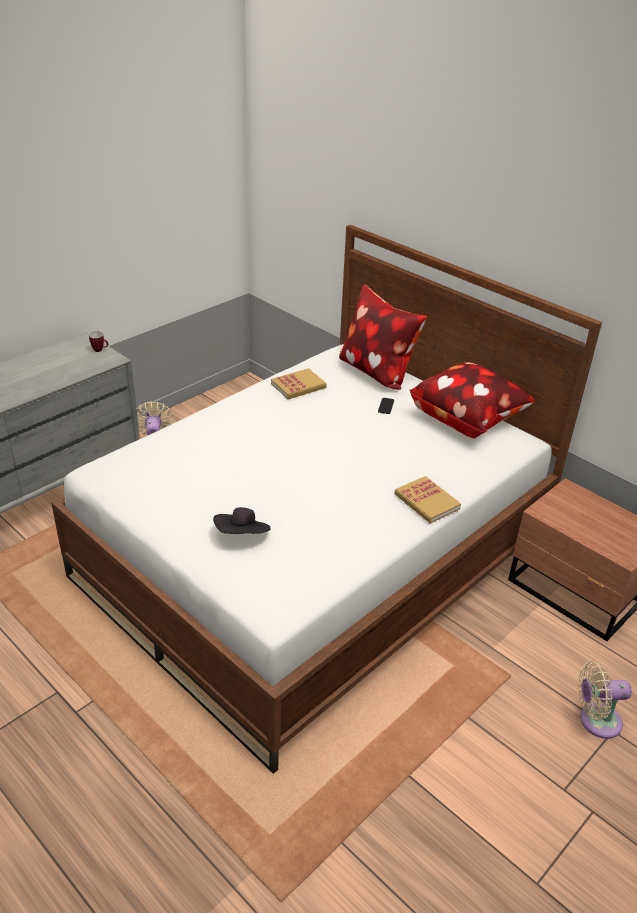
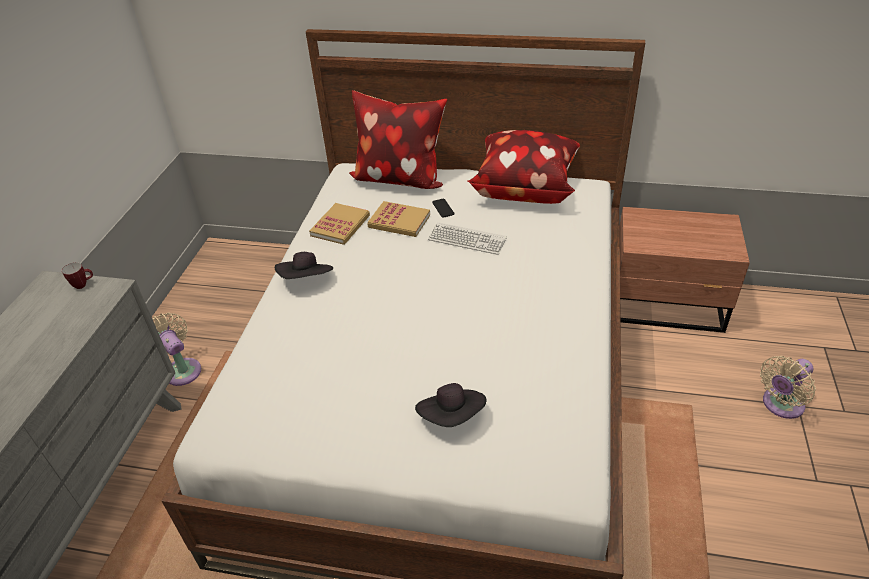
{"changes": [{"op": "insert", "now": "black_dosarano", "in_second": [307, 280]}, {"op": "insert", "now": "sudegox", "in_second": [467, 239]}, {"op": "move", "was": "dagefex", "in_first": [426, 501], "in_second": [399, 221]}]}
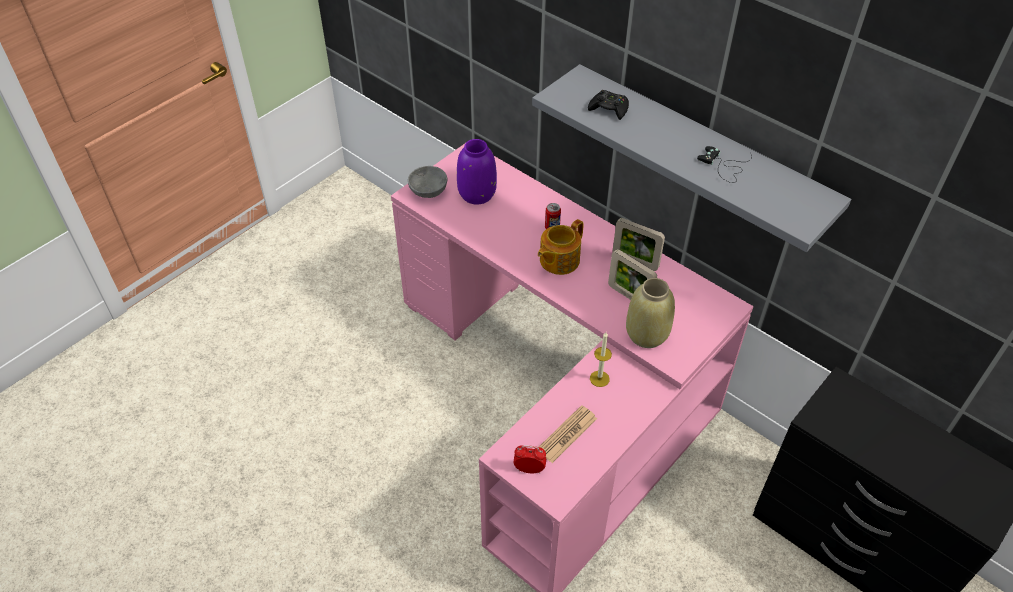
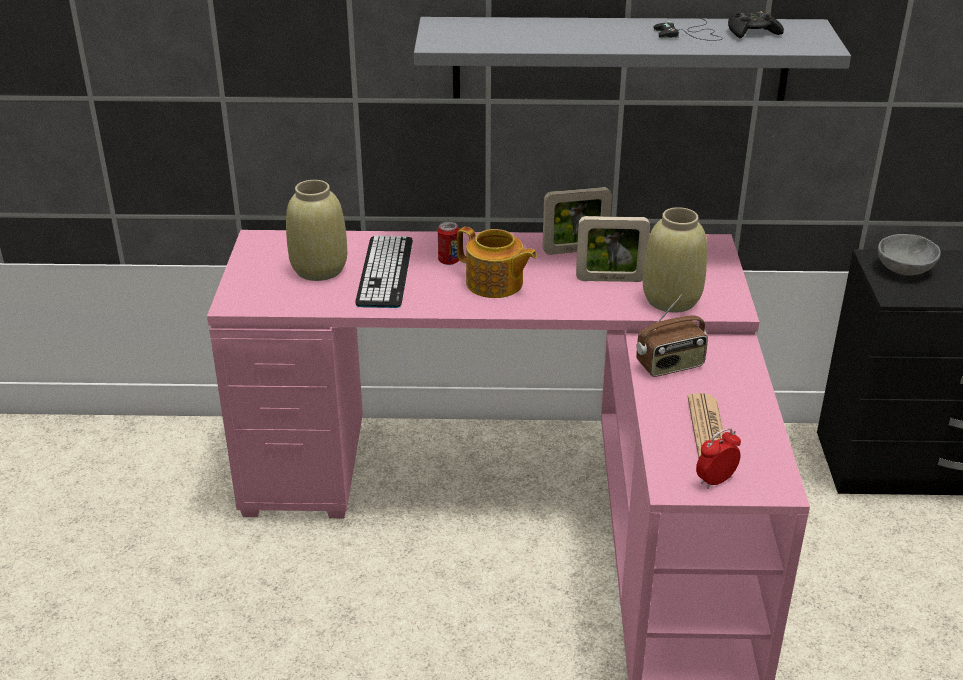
{"changes": [{"op": "insert", "now": "sudegox", "in_second": [385, 272]}, {"op": "move", "was": "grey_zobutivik", "in_first": [428, 191], "in_second": [905, 270]}, {"op": "move", "was": "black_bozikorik", "in_first": [609, 109], "in_second": [752, 32]}, {"op": "replace", "was": "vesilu", "now": "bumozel", "in_first": [599, 378], "in_second": [670, 366]}, {"op": "recolor", "was": "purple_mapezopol", "now": "beige_mapezopol", "in_first": [476, 194], "in_second": [318, 269]}, {"op": "rotate", "was": "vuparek", "in_first": [558, 260], "in_second": [495, 284], "clockwise": -60}]}
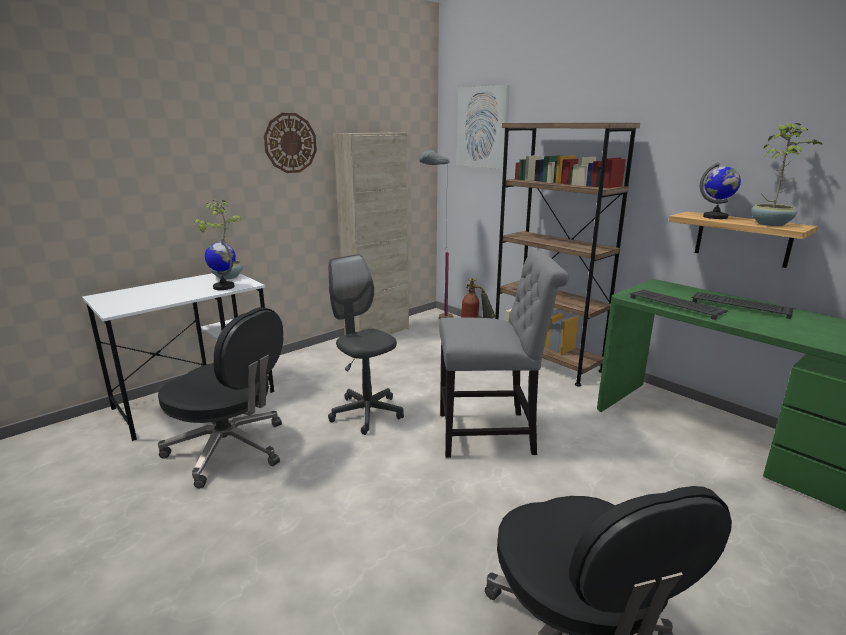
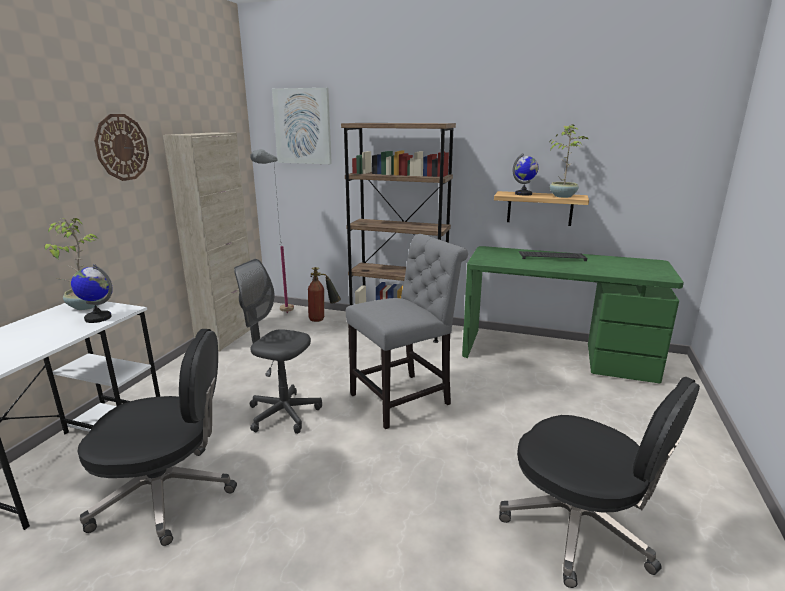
{"changes": [{"op": "delete", "was": "sudegox", "in_first": [677, 305]}]}
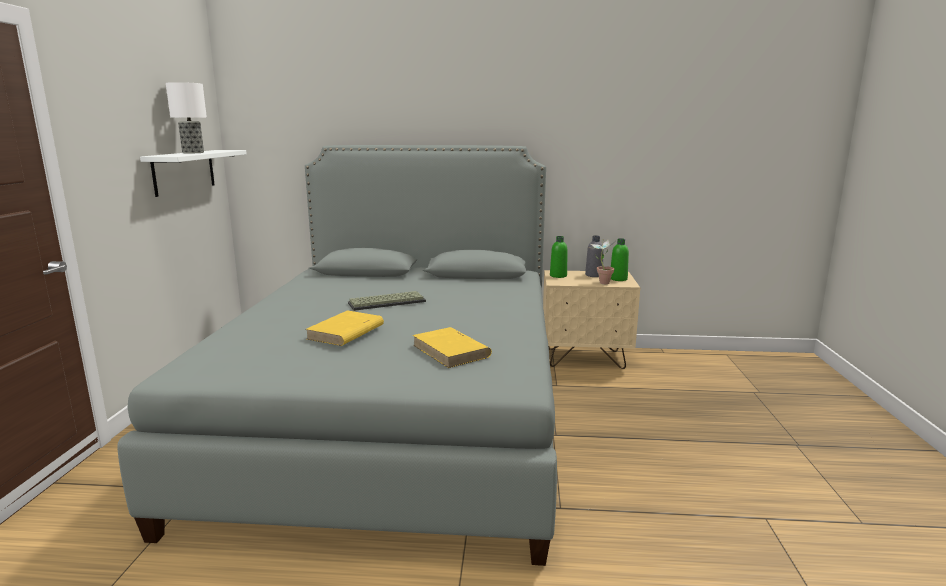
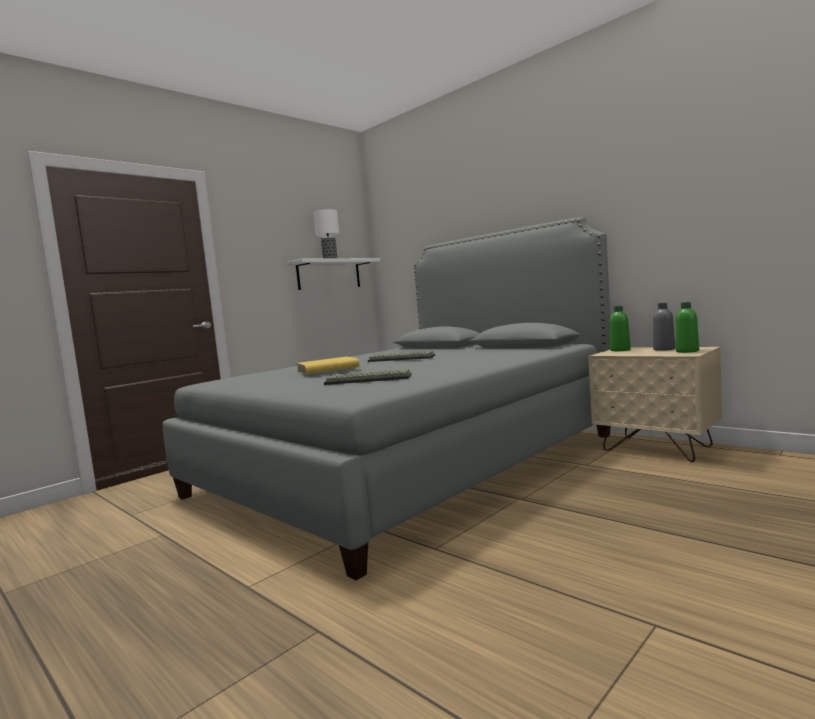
{"changes": [{"op": "delete", "was": "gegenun", "in_first": [600, 282]}, {"op": "replace", "was": "yellow_dagefex", "now": "sudegox", "in_first": [451, 351], "in_second": [367, 379]}]}
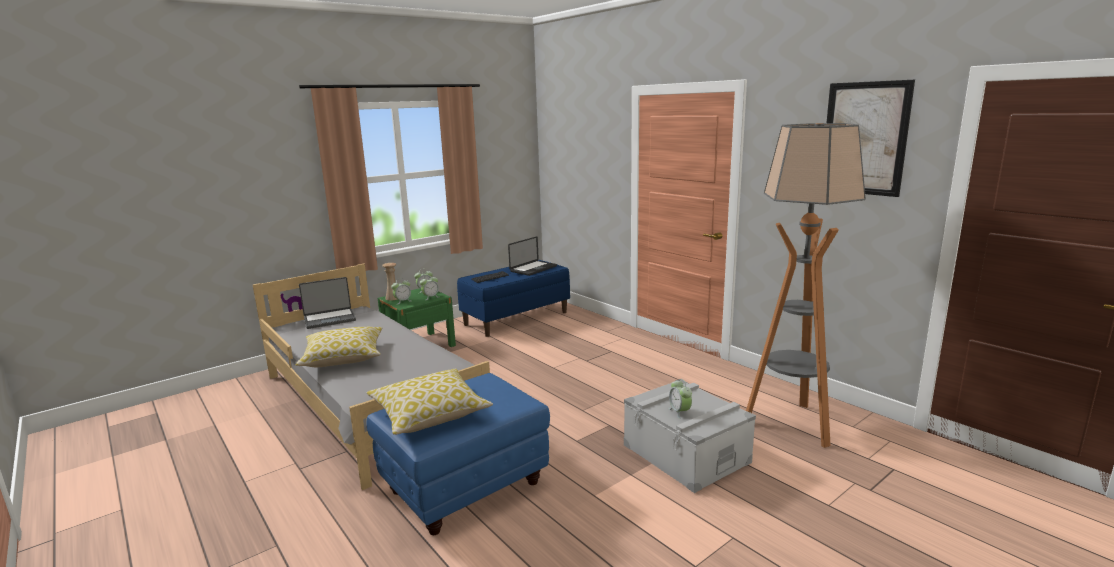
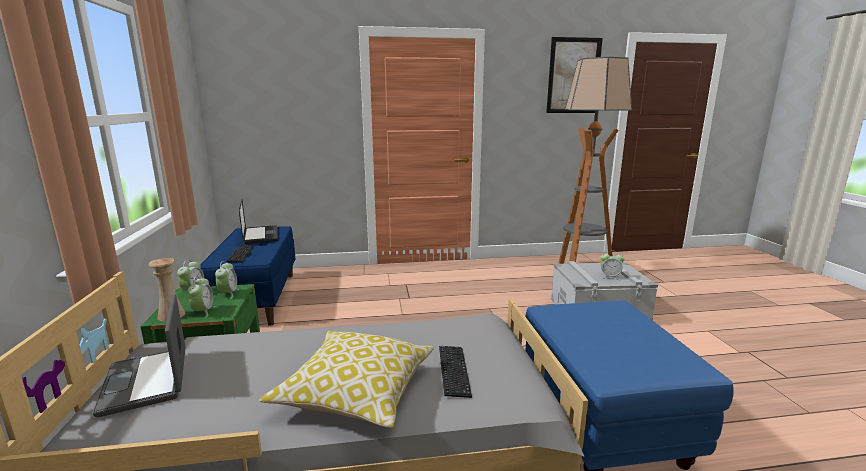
{"changes": [{"op": "delete", "was": "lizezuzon", "in_first": [430, 414]}, {"op": "insert", "now": "sudegox", "in_second": [454, 372]}, {"op": "rotate", "was": "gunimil", "in_first": [330, 319], "in_second": [148, 381], "clockwise": 150}]}
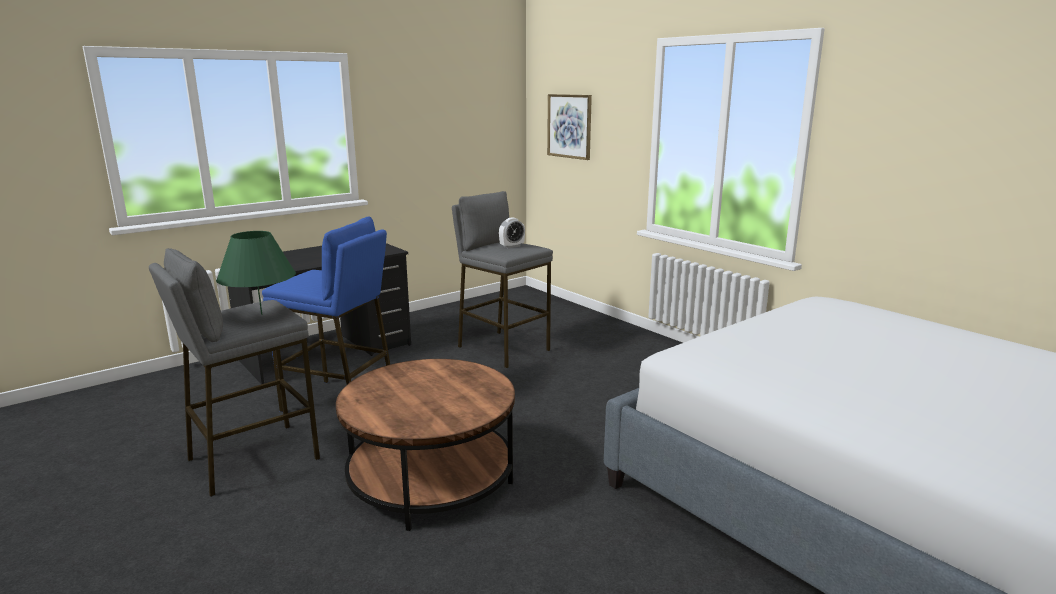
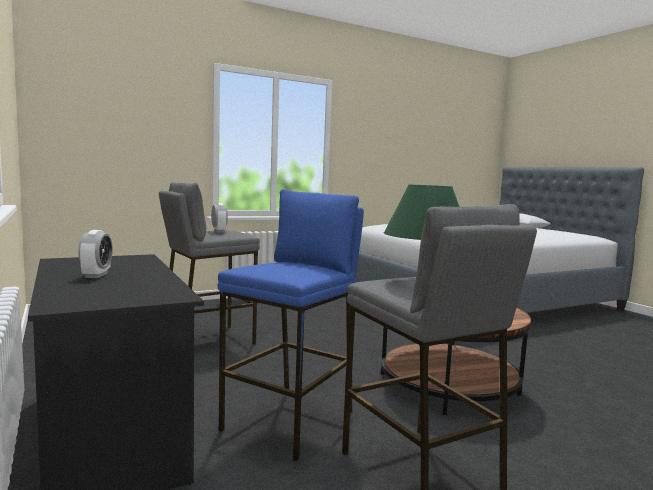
{"changes": [{"op": "delete", "was": "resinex", "in_first": [569, 126]}, {"op": "insert", "now": "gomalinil", "in_second": [96, 275]}]}
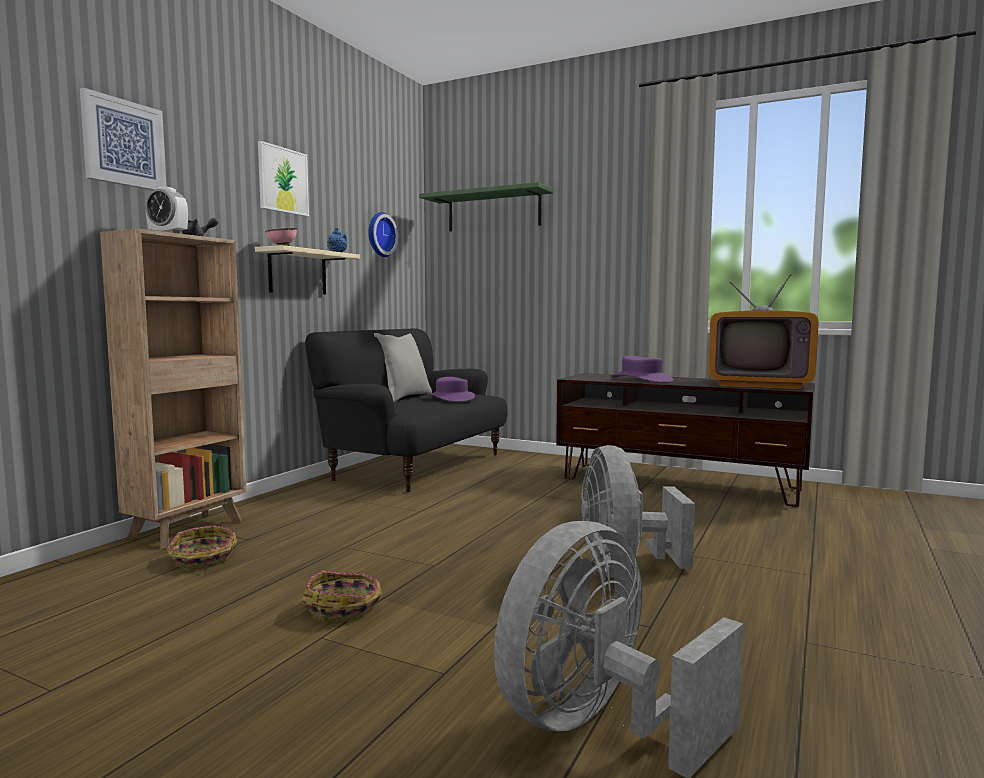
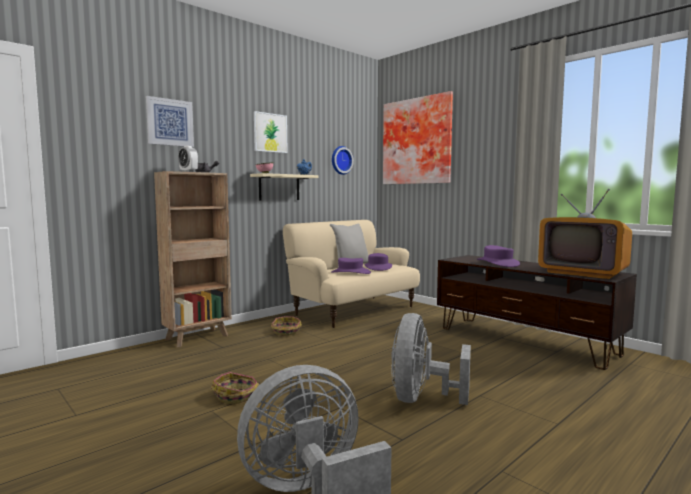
{"changes": [{"op": "insert", "now": "purple_dosarano", "in_second": [350, 272]}, {"op": "move", "was": "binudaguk", "in_first": [203, 560], "in_second": [286, 332]}, {"op": "replace", "was": "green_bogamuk", "now": "resinex", "in_first": [494, 211], "in_second": [418, 141]}, {"op": "recolor", "was": "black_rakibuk", "now": "beige_rakibuk", "in_first": [416, 467], "in_second": [353, 310]}]}
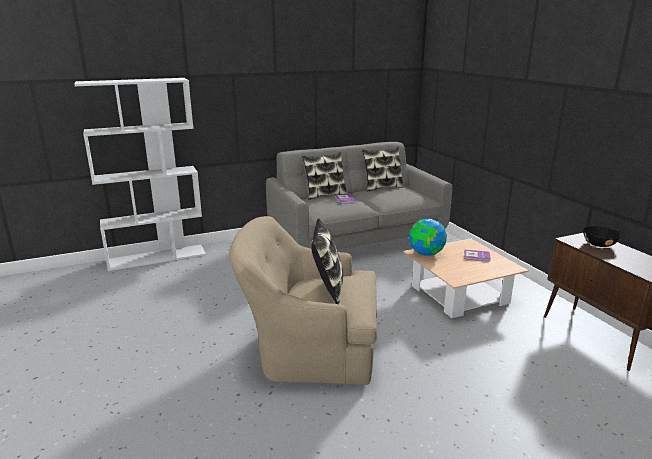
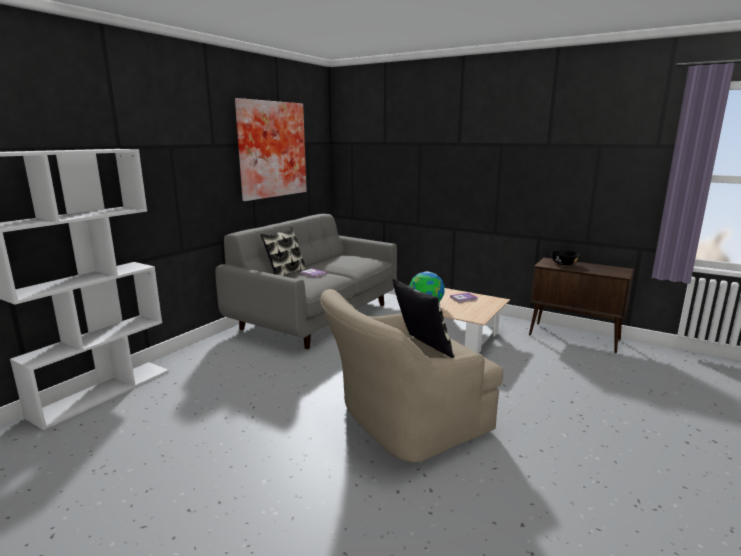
{"changes": [{"op": "delete", "was": "lizezuzon", "in_first": [382, 187]}, {"op": "insert", "now": "resinex", "in_second": [270, 149]}]}
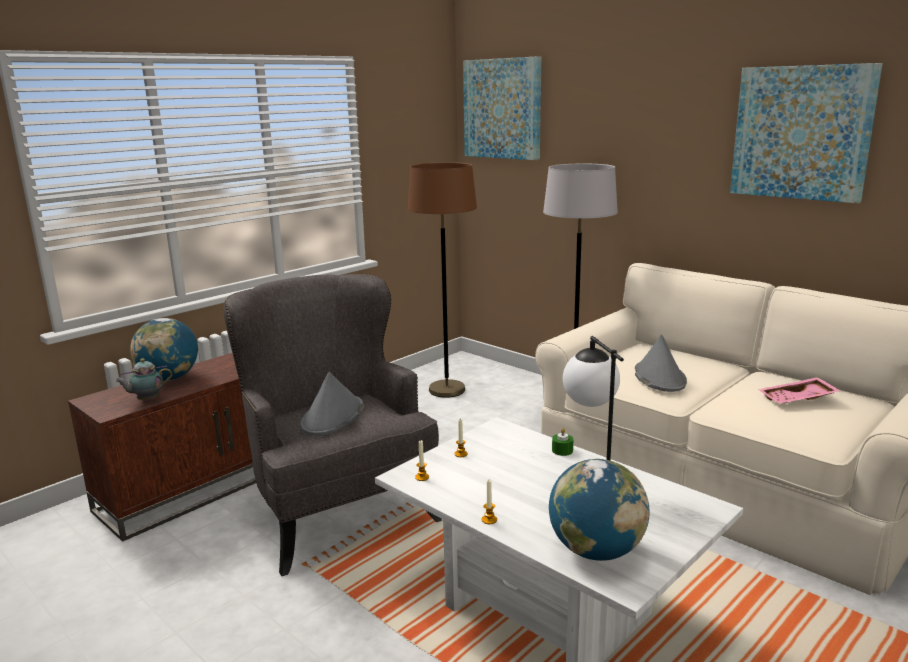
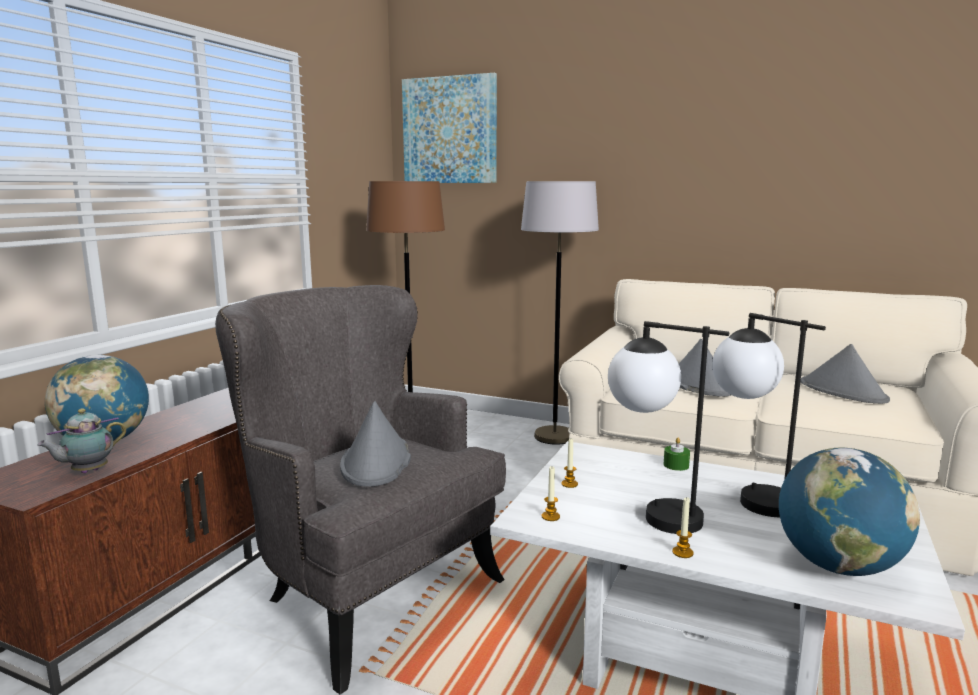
{"changes": [{"op": "delete", "was": "resinex", "in_first": [801, 133]}, {"op": "insert", "now": "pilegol", "in_second": [651, 514]}, {"op": "replace", "was": "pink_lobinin", "now": "grey_dosarano", "in_first": [798, 400], "in_second": [843, 392]}]}
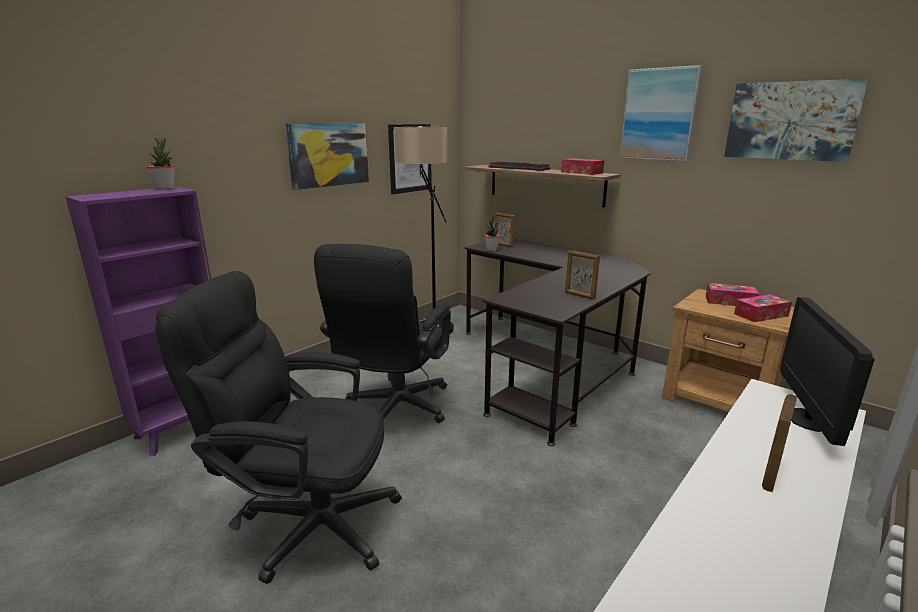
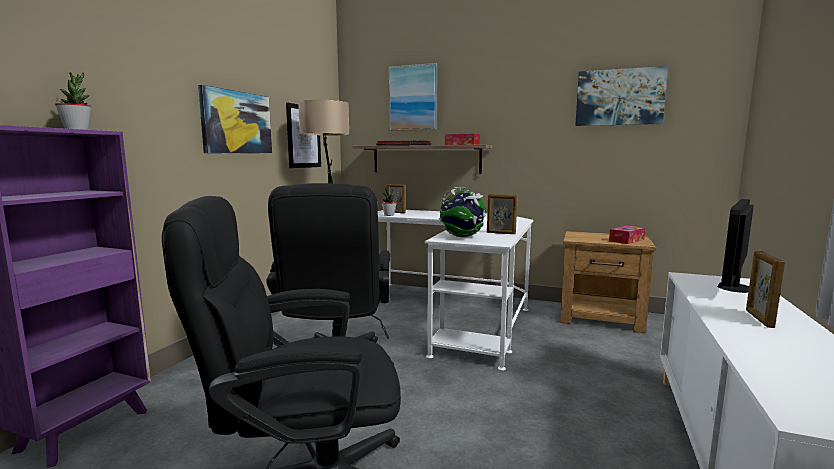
{"changes": [{"op": "delete", "was": "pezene", "in_first": [729, 302]}, {"op": "insert", "now": "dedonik", "in_second": [462, 237]}, {"op": "move", "was": "resinex", "in_first": [659, 115], "in_second": [413, 98]}, {"op": "recolor", "was": "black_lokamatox", "now": "white_lokamatox", "in_first": [549, 365], "in_second": [456, 312]}, {"op": "rotate", "was": "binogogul", "in_first": [808, 419], "in_second": [734, 287], "clockwise": 45}]}
